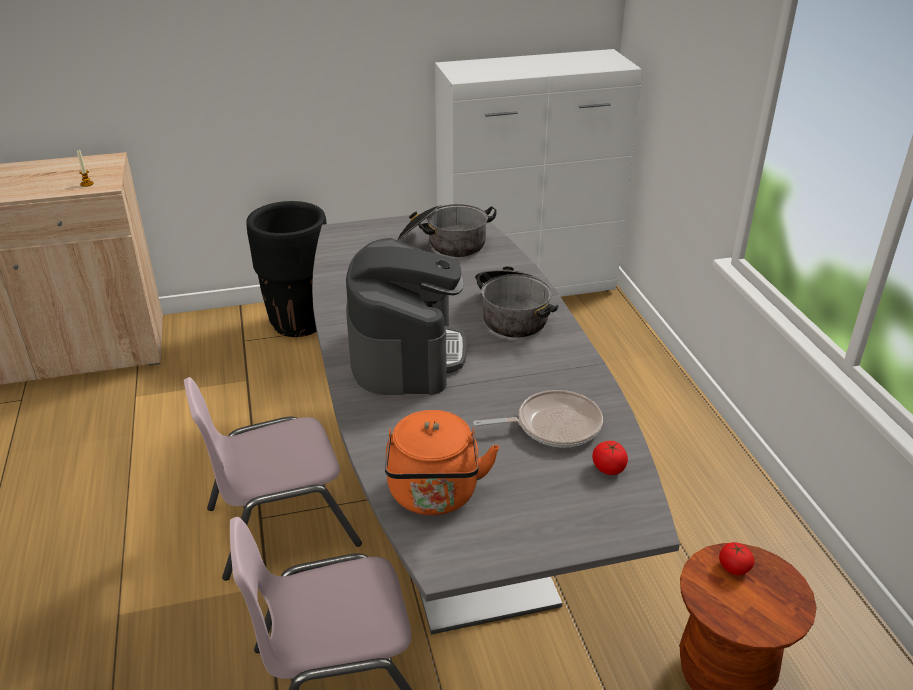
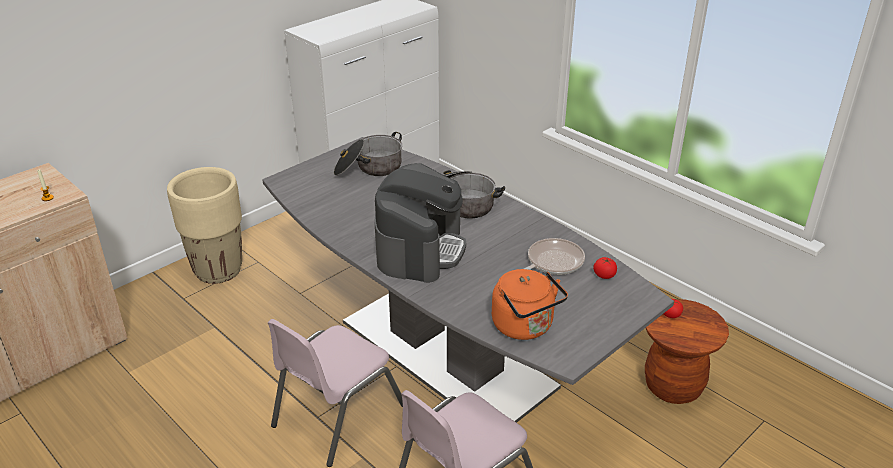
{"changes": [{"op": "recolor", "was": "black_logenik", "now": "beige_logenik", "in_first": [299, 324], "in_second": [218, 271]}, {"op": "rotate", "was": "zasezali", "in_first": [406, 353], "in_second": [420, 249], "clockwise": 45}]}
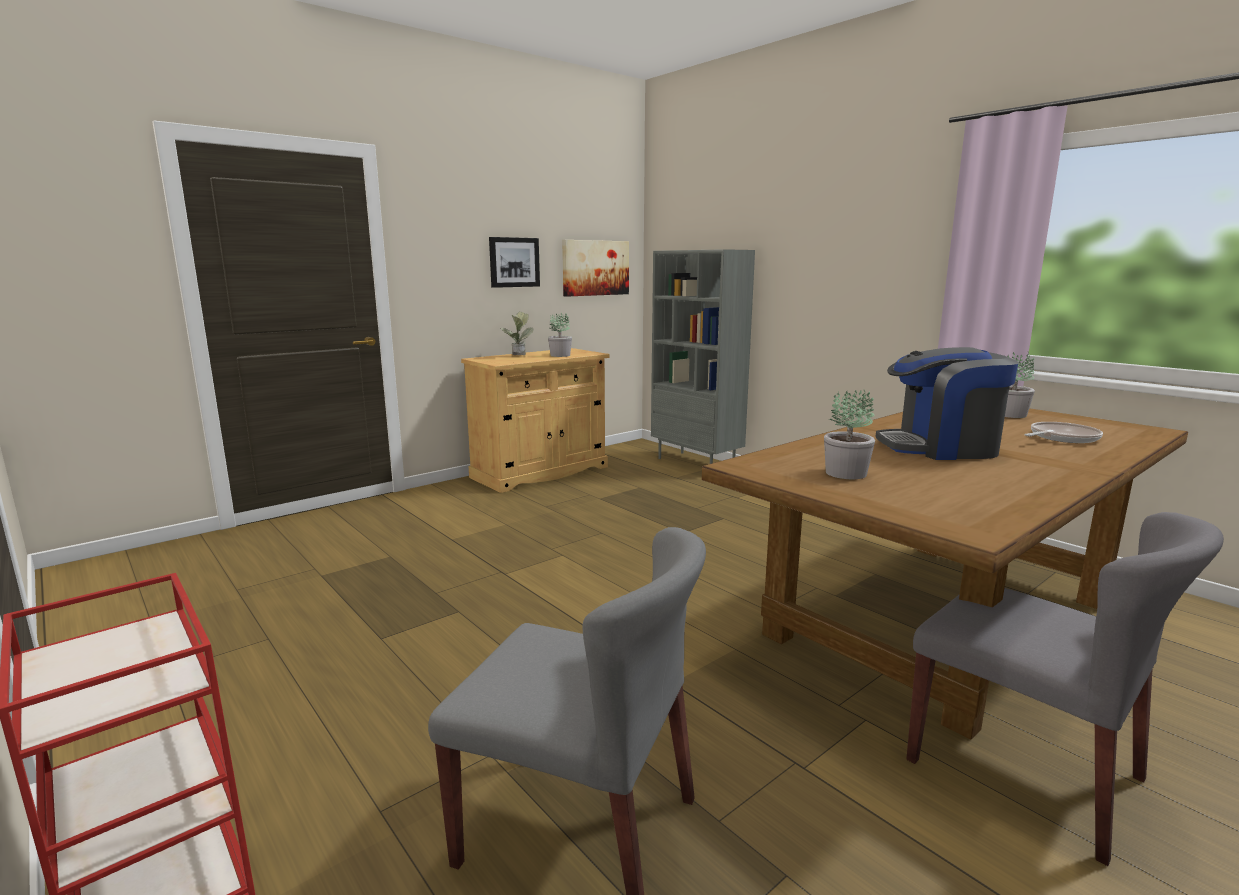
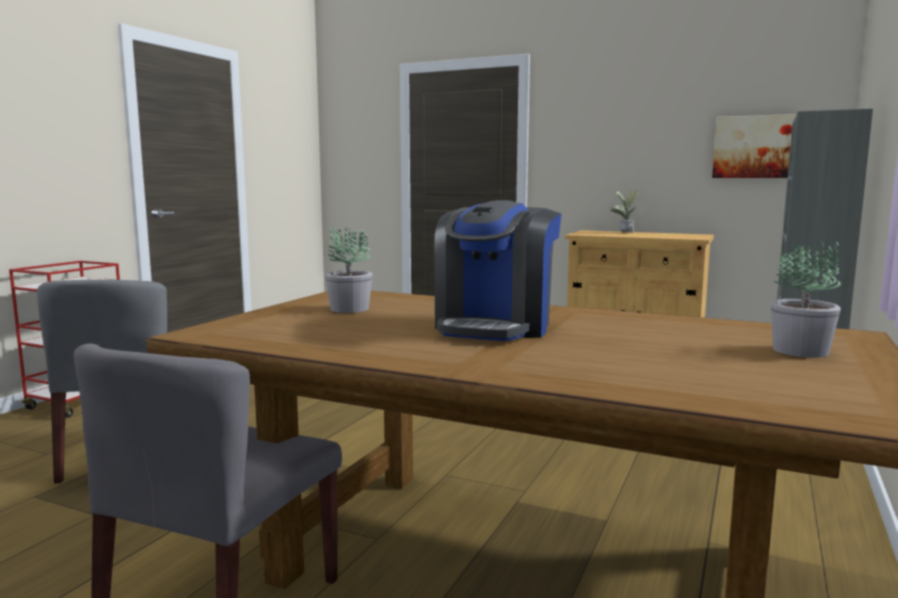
{"changes": [{"op": "delete", "was": "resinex", "in_first": [514, 262]}, {"op": "delete", "was": "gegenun", "in_first": [560, 355]}, {"op": "delete", "was": "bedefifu", "in_first": [1061, 438]}, {"op": "rotate", "was": "zasezali", "in_first": [940, 448], "in_second": [495, 327], "clockwise": -135}]}
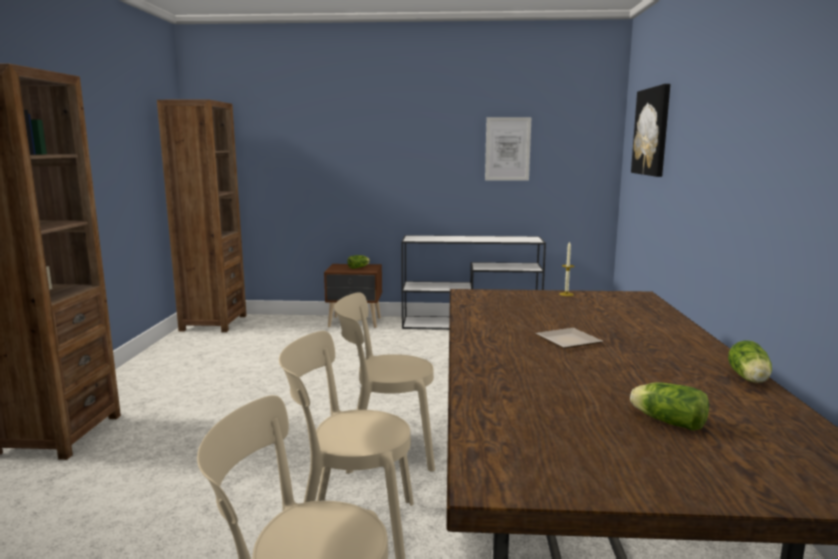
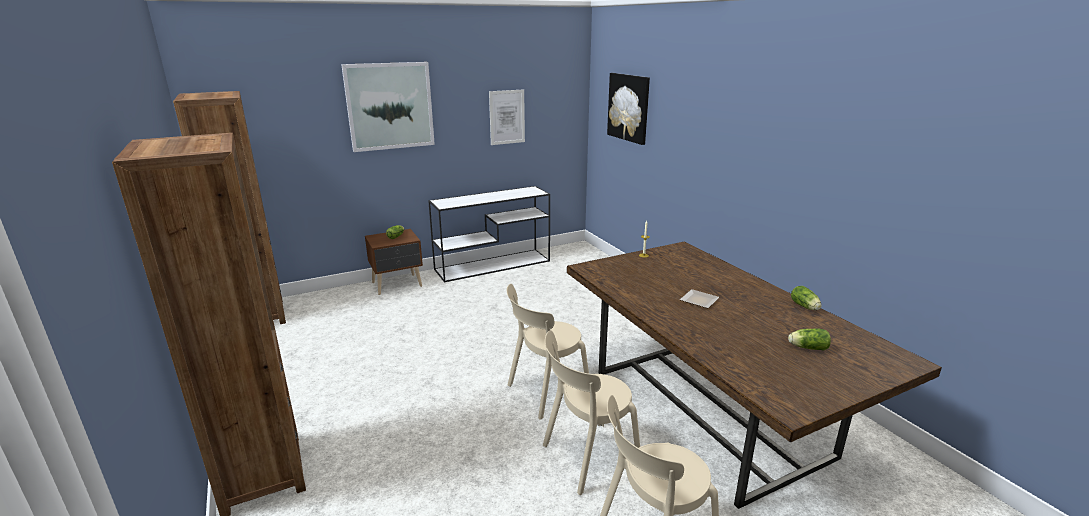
{"changes": [{"op": "insert", "now": "resinex", "in_second": [390, 106]}]}
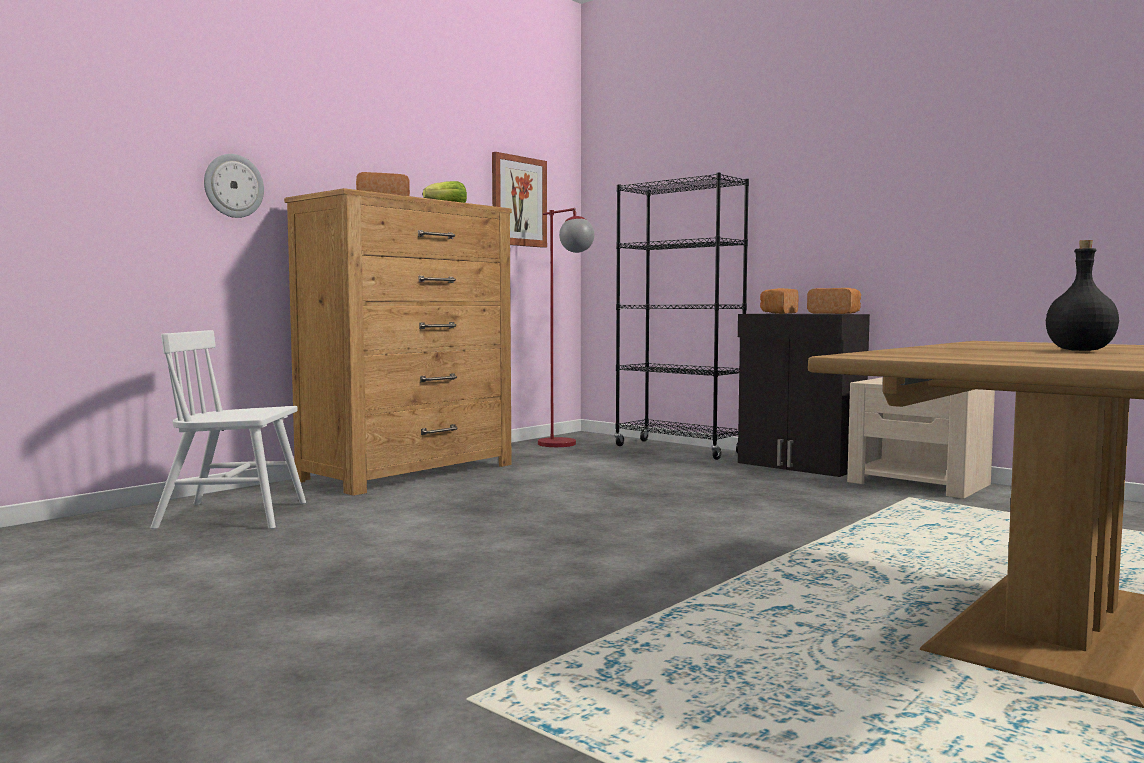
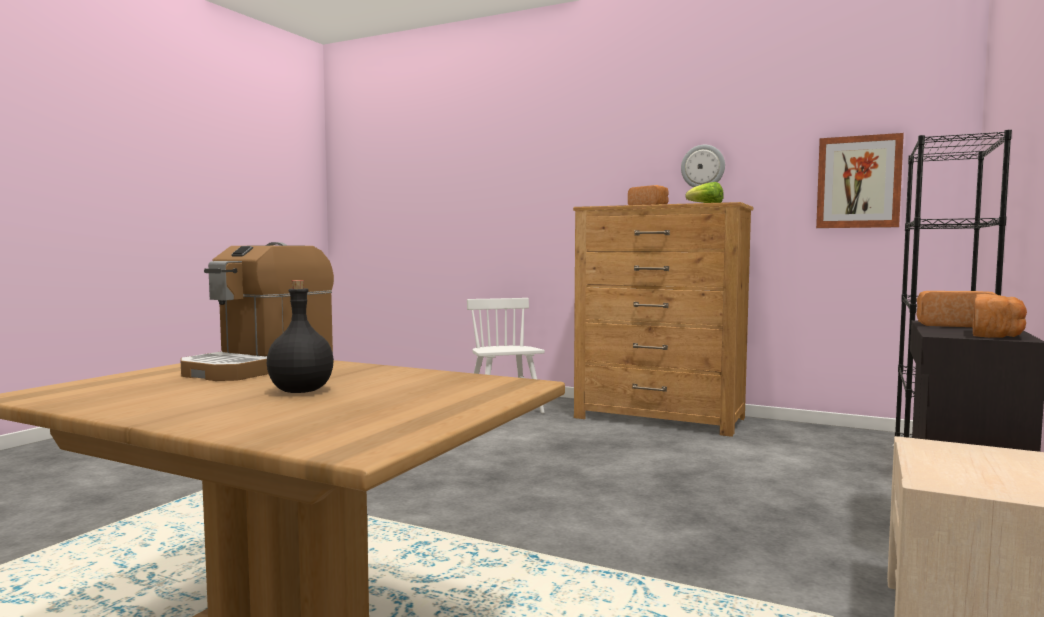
{"changes": [{"op": "delete", "was": "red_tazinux", "in_first": [565, 446]}, {"op": "insert", "now": "zasezali", "in_second": [260, 367]}, {"op": "move", "was": "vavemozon", "in_first": [233, 186], "in_second": [703, 167]}]}
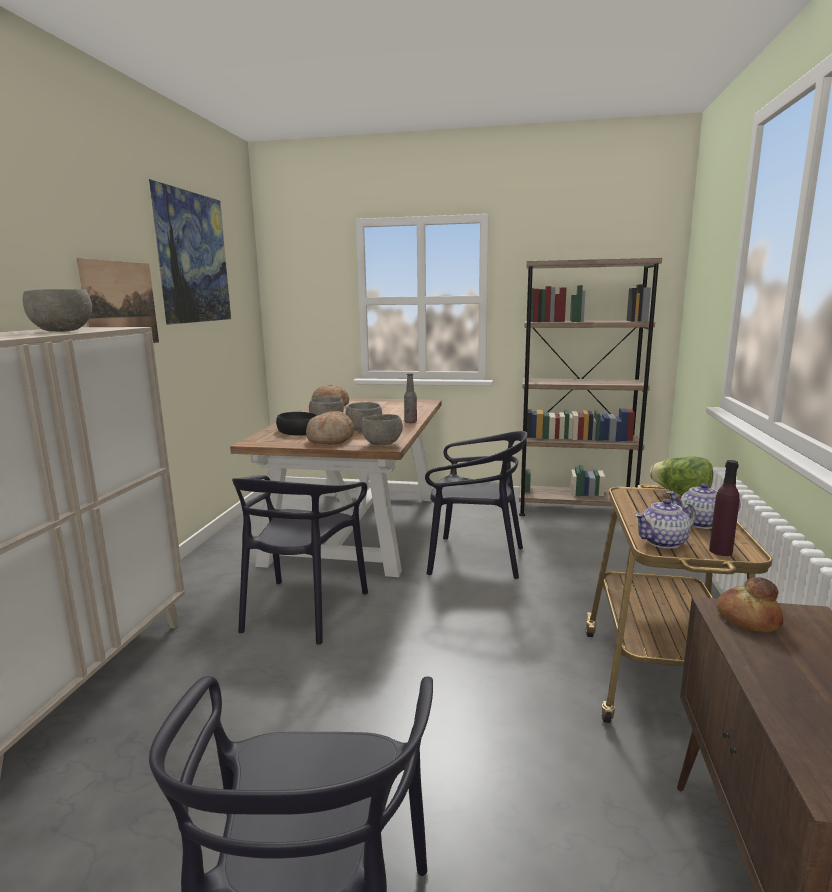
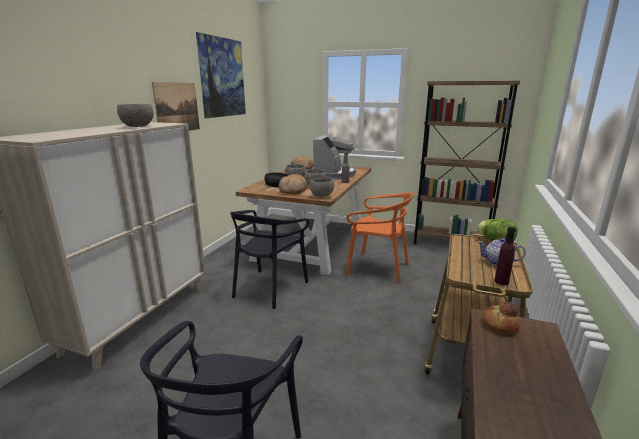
{"changes": [{"op": "delete", "was": "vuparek", "in_first": [664, 542]}, {"op": "insert", "now": "zasezali", "in_second": [334, 174]}, {"op": "recolor", "was": "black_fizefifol", "now": "orange_fizefifol", "in_first": [475, 559], "in_second": [377, 268]}]}
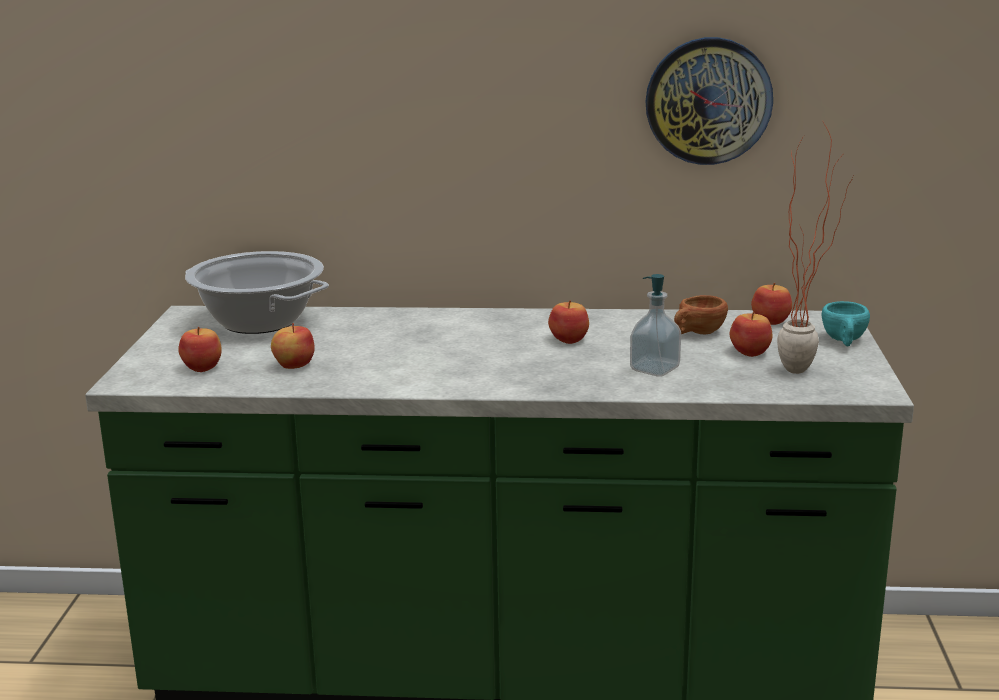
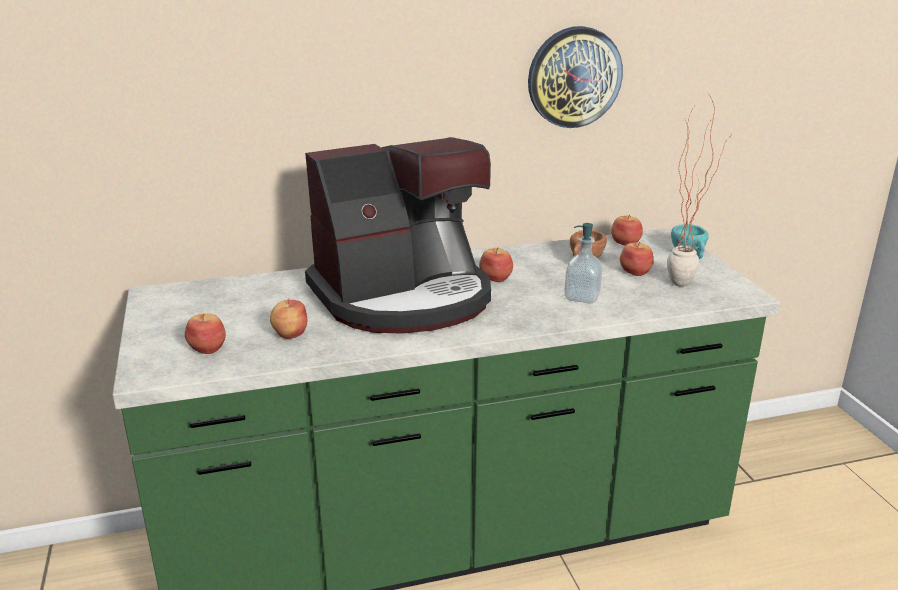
{"changes": [{"op": "delete", "was": "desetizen", "in_first": [260, 321]}, {"op": "insert", "now": "zasezali", "in_second": [404, 297]}]}
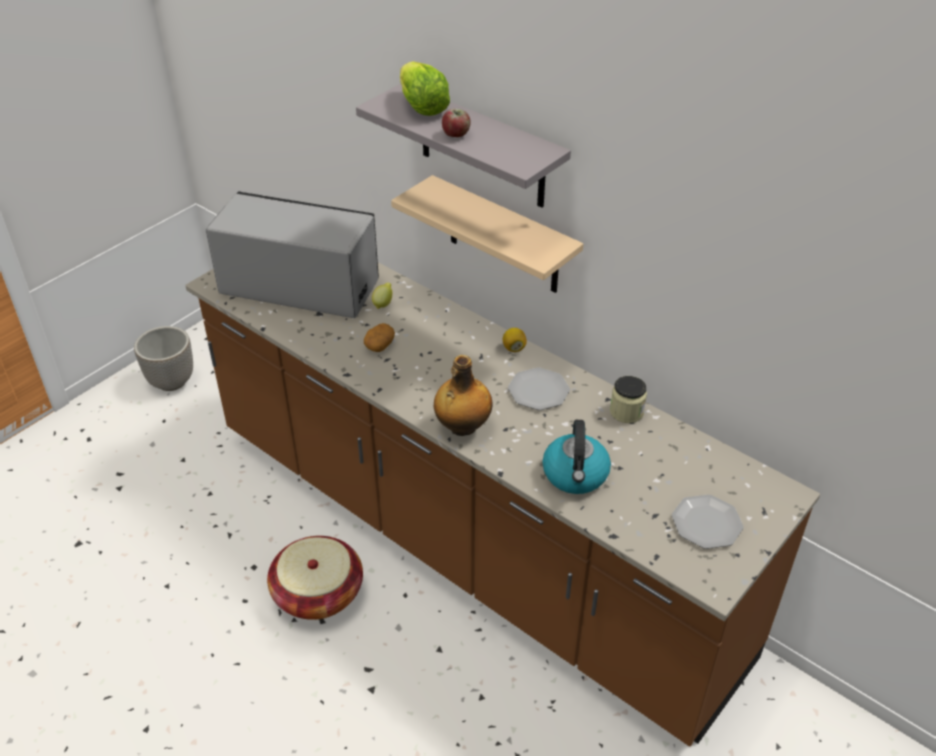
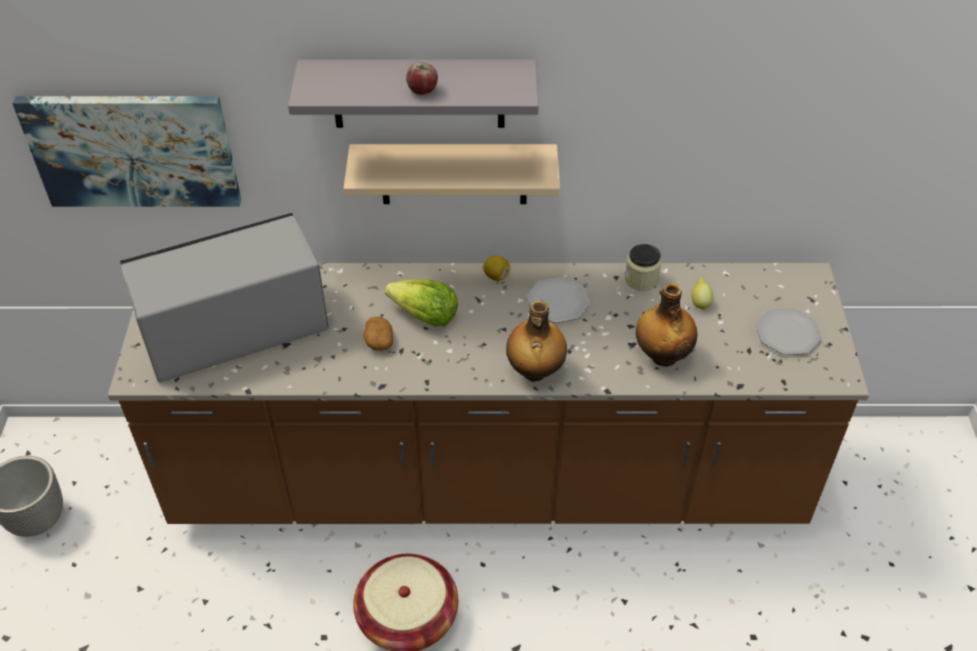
{"changes": [{"op": "insert", "now": "resinex", "in_second": [133, 150]}, {"op": "move", "was": "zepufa", "in_first": [383, 304], "in_second": [700, 303]}, {"op": "move", "was": "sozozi", "in_first": [422, 108], "in_second": [425, 316]}, {"op": "replace", "was": "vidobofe", "now": "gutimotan", "in_first": [575, 475], "in_second": [662, 355]}]}
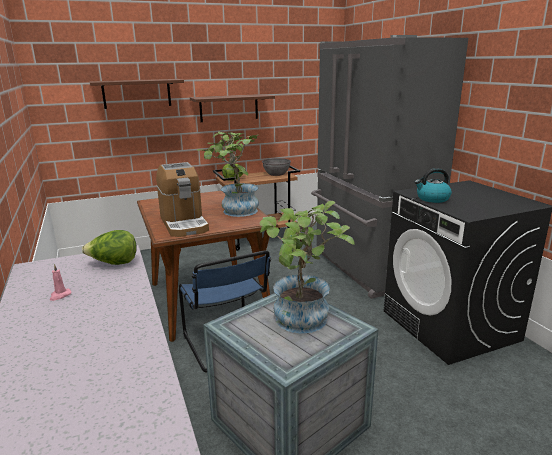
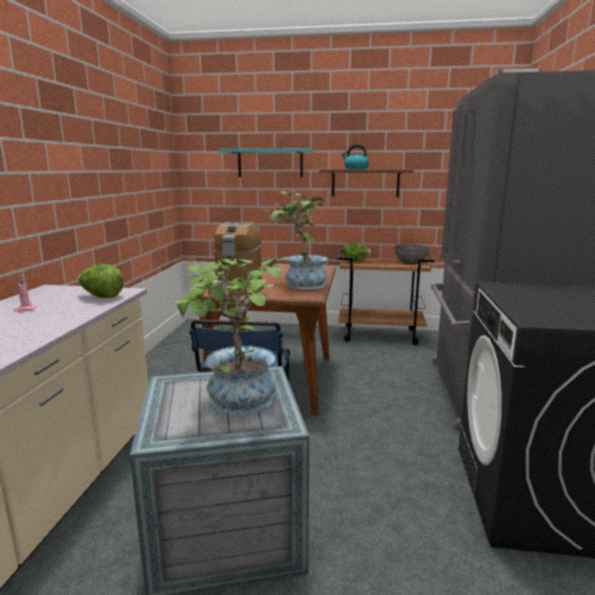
{"changes": [{"op": "move", "was": "vidobofe", "in_first": [432, 199], "in_second": [355, 169]}, {"op": "recolor", "was": "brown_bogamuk", "now": "turquoise_bogamuk", "in_first": [137, 93], "in_second": [270, 163]}]}
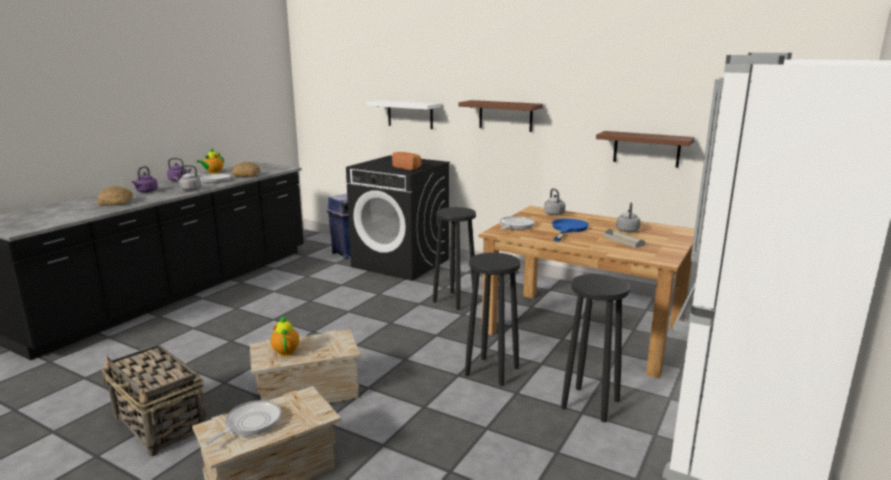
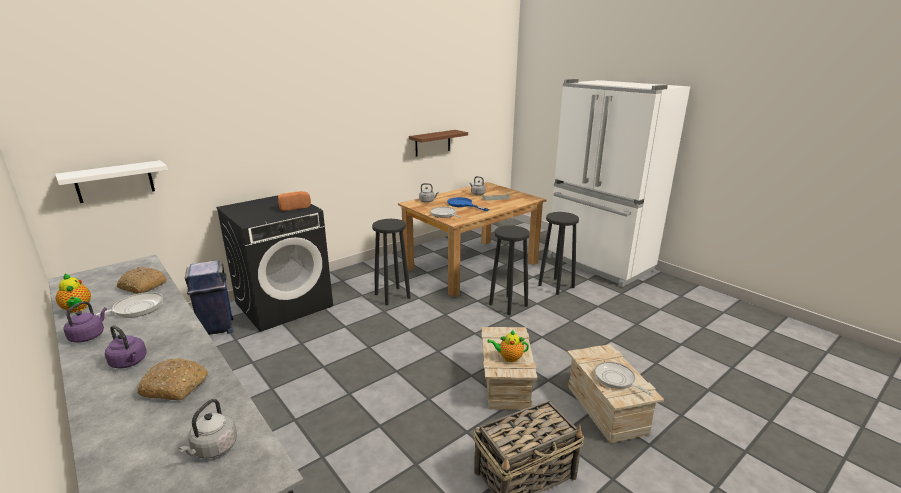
{"changes": [{"op": "delete", "was": "brown_bogamuk", "in_first": [505, 116]}, {"op": "move", "was": "grey_vidobofe", "in_first": [189, 189], "in_second": [213, 449]}, {"op": "move", "was": "white_bogamuk", "in_first": [410, 114], "in_second": [114, 181]}]}
